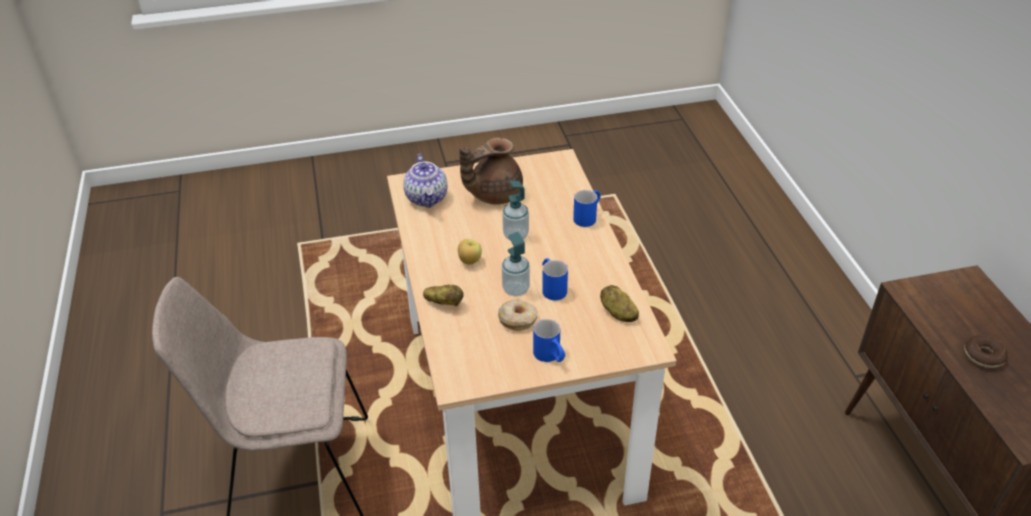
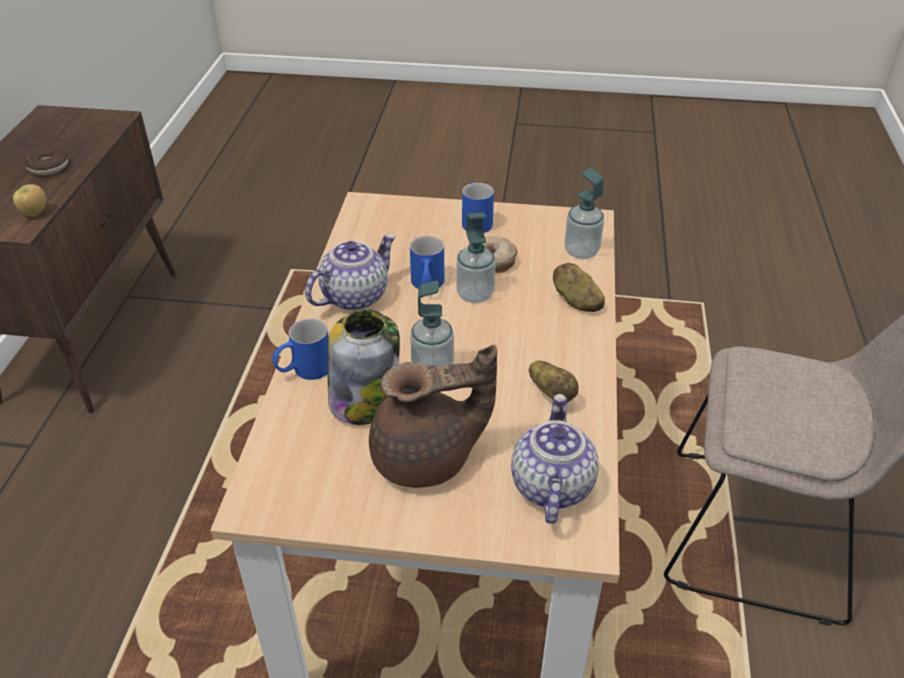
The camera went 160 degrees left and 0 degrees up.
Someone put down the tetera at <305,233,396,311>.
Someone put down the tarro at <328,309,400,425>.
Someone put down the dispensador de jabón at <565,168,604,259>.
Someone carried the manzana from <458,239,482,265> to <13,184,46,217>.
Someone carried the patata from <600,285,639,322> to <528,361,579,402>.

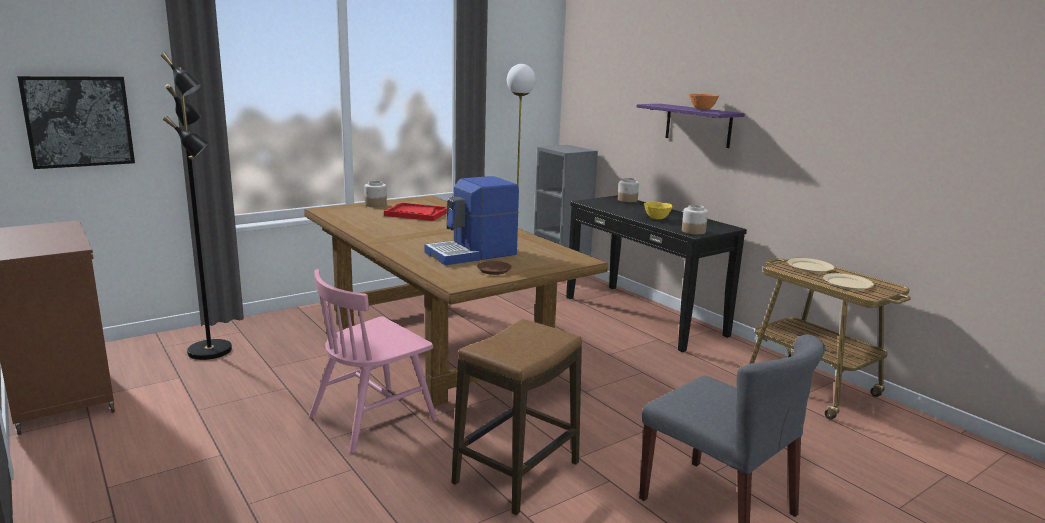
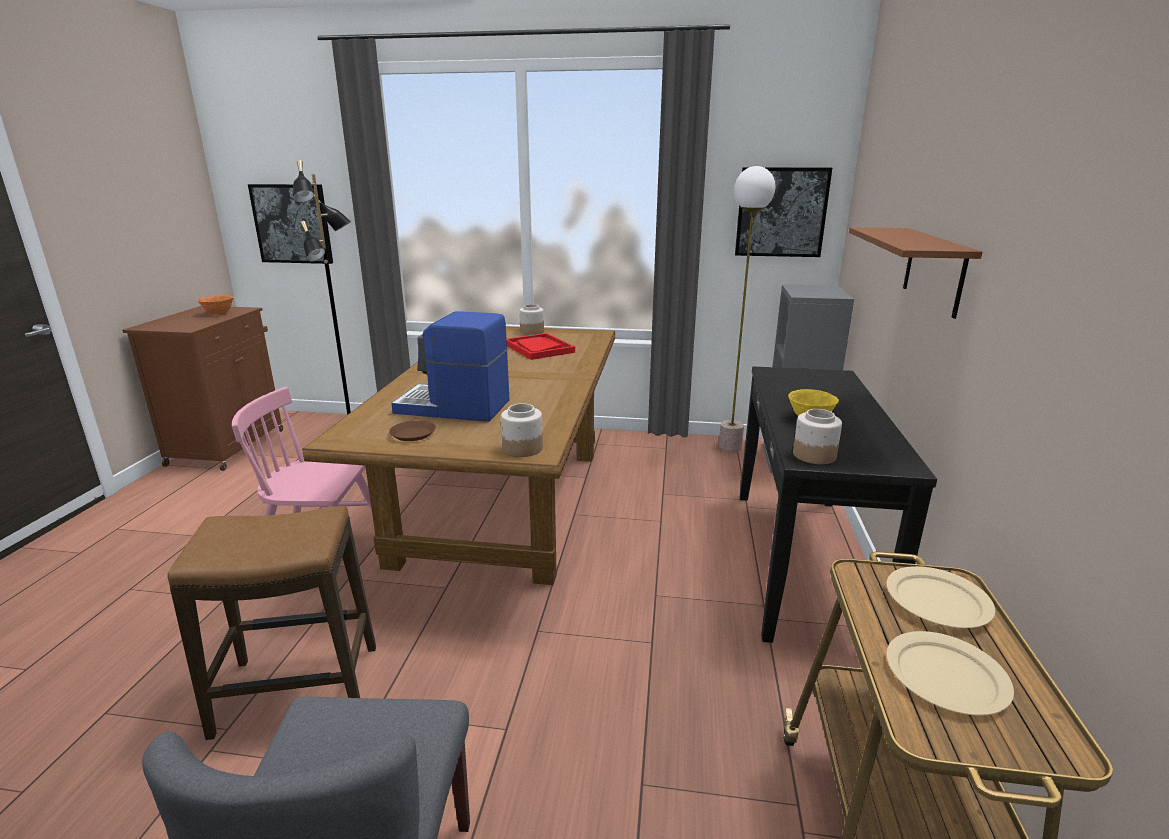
The camera went 45 degrees right and 5 degrees up.
Someone put up the cuadro at <735,167,832,257>.
Someone carried the tarro from <618,178,639,202> to <501,403,543,457>.
Someone carried the cuenco [naranja] from <689,94,719,110> to <197,295,234,315>.
Someone repainted the estante [morado] at <637,104,745,148>, which became the estante [marrón] at <849,227,983,319>.

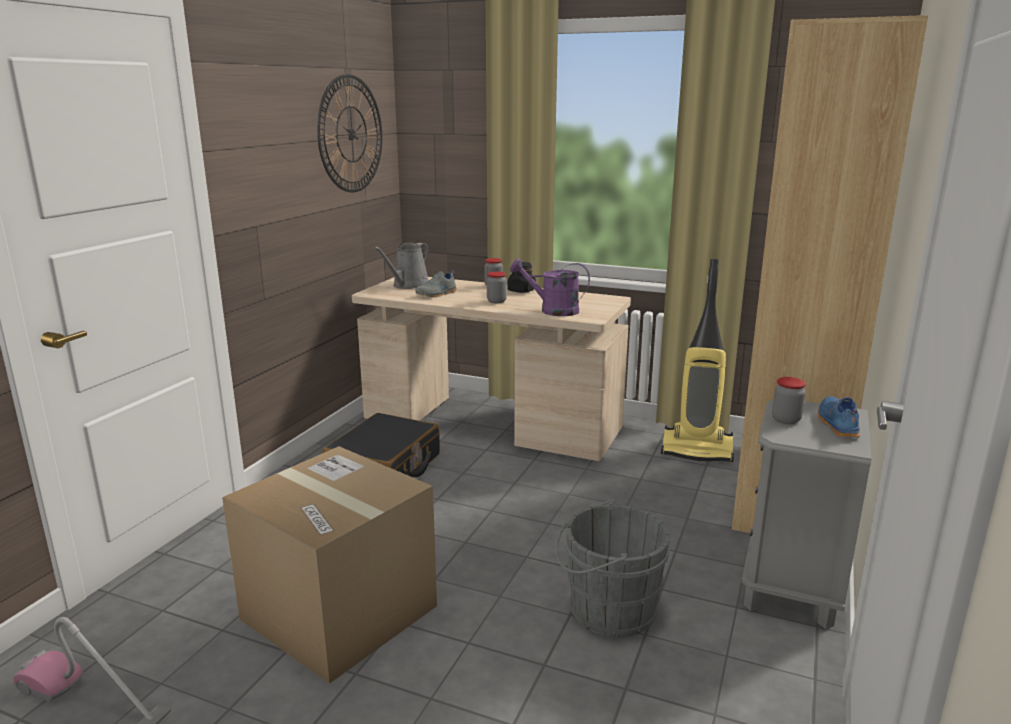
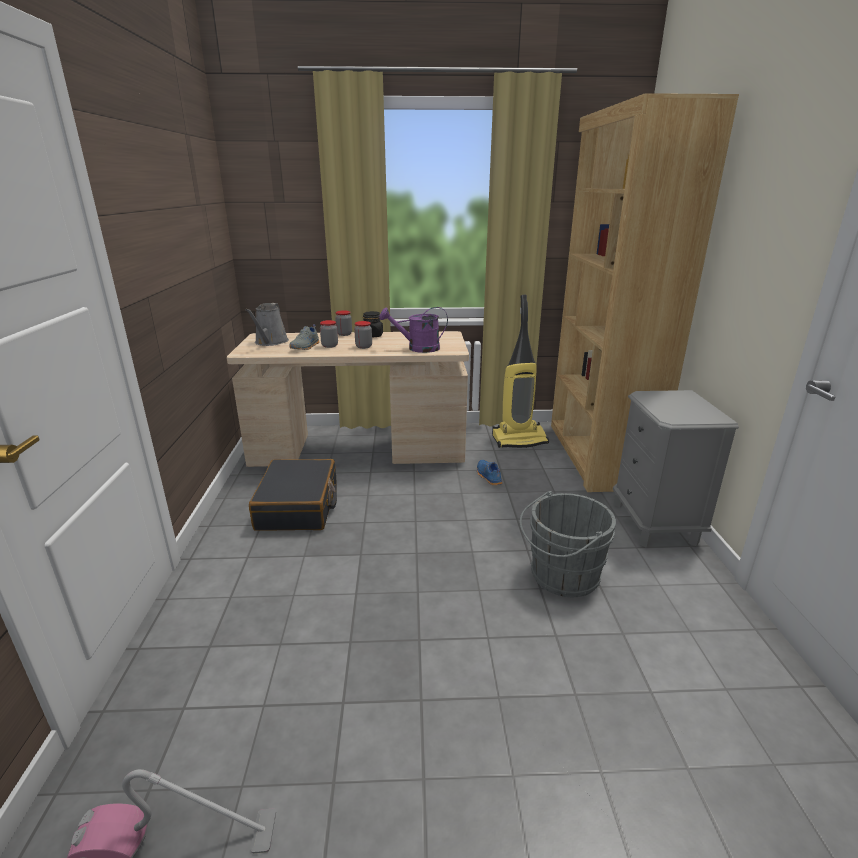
The camera went 25 degrees left and 5 degrees up.
Someone took away the caja de cartón at <222,446,437,684>.
Someone took away the reloj de pared at <317,74,382,192>.
Someone carried the tarro from <772,377,806,424> to <320,320,338,348>.
Someone carried the zapato [azul] from <818,396,860,438> to <477,460,502,485>.

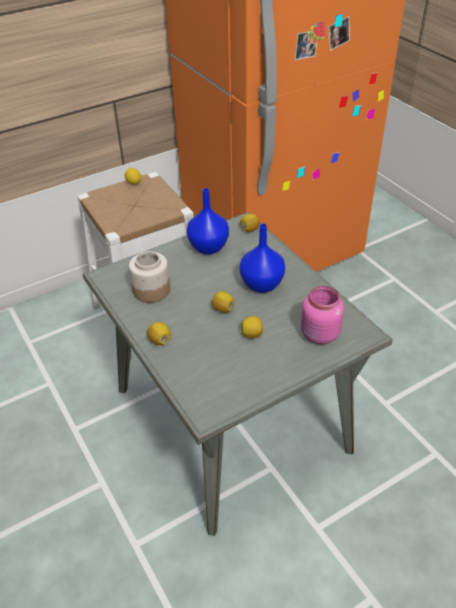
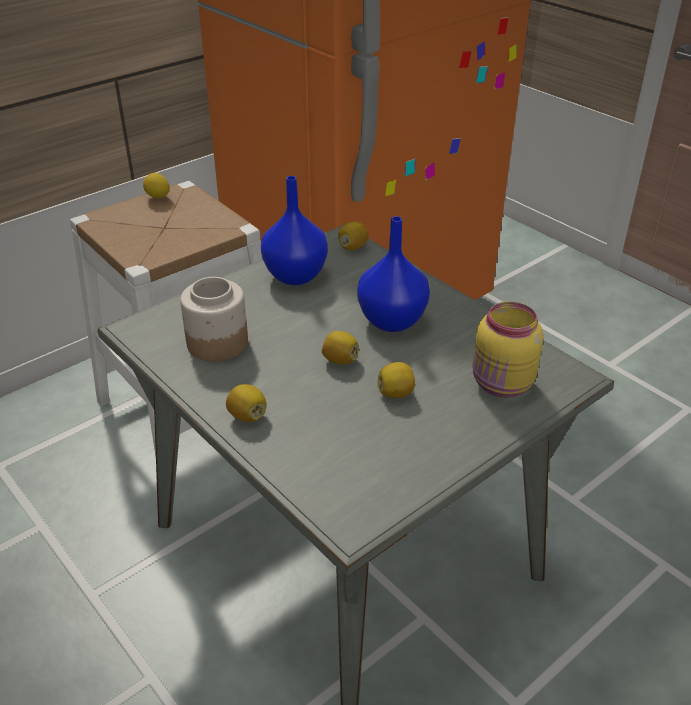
The camera went 10 degrees left and 5 degrees down.
Someone repainted the tarro [rosa] at <301,286,344,345>, which became the tarro [amarillo] at <473,302,544,398>.

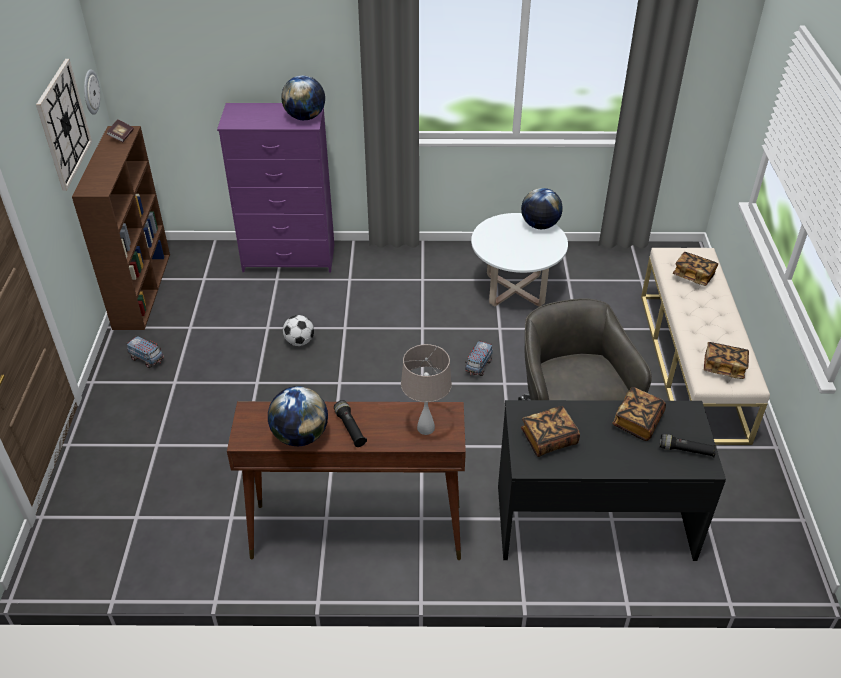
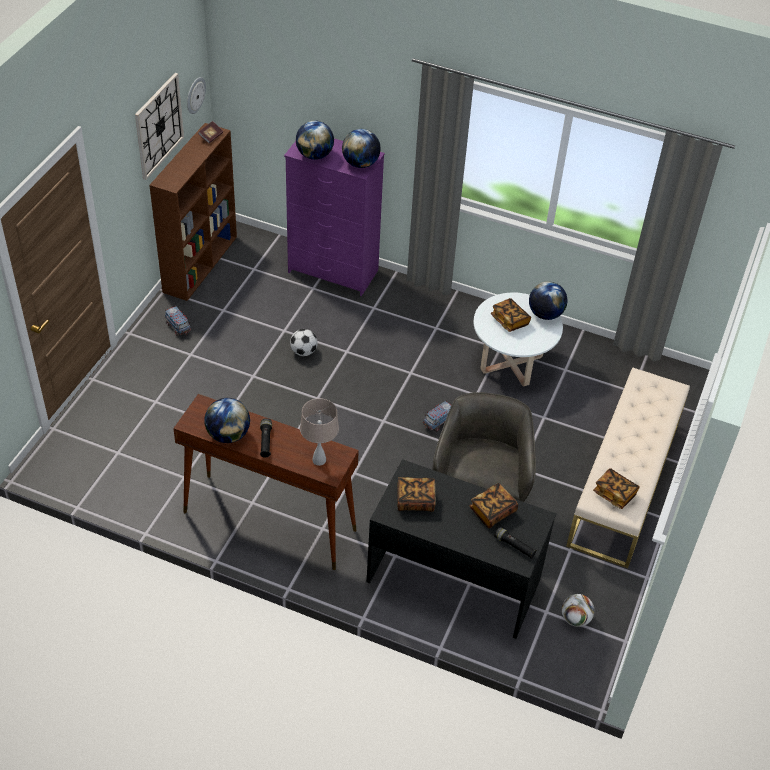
The camera went 20 degrees right and 5 degrees up.
Someone put down the globo terráqueo at <296,121,334,160>.
Someone put down the balón de fútbol at <562,594,594,627>.
Someone carried the libro from <673,252,718,286> to <491,298,531,332>.

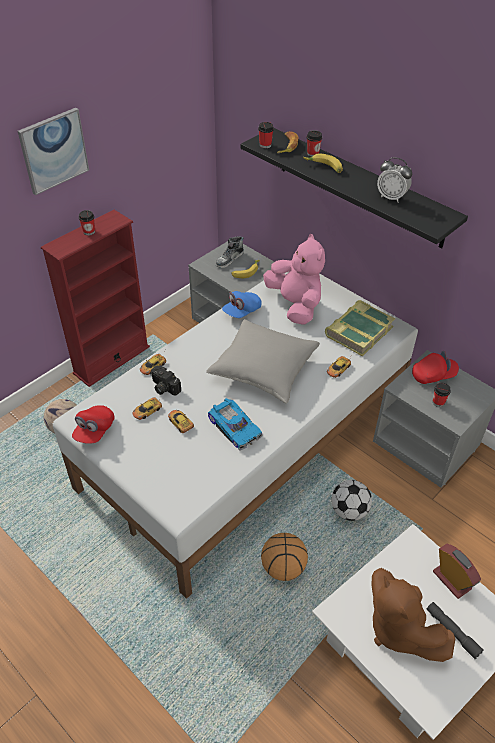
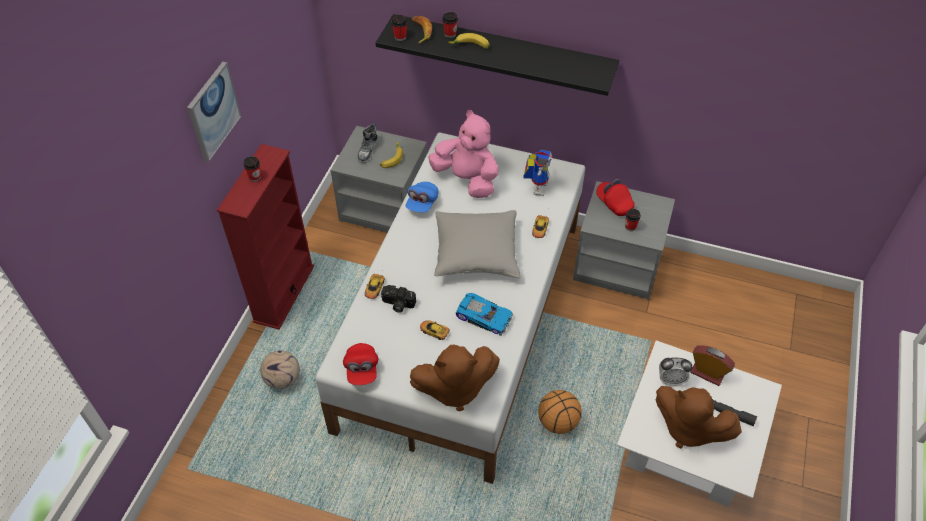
The camera went 25 degrees left and 5 degrees up.
Someone took away the coche de juguete at <133,397,162,420>.
Someone took away the balón de fútbol at <331,480,372,521>.
Someone put down the peluche [marrón] at <410,345,500,411>.
Someone carried the despertador from <377,157,412,202> to <659,357,692,386>.
Someone swapped the libro at <325,300,395,356> for the robot de juguete at <523,150,552,196>.
Someone rotated the gorra [rojo] at <412,351,459,384> by 90 degrees counterclockwise.

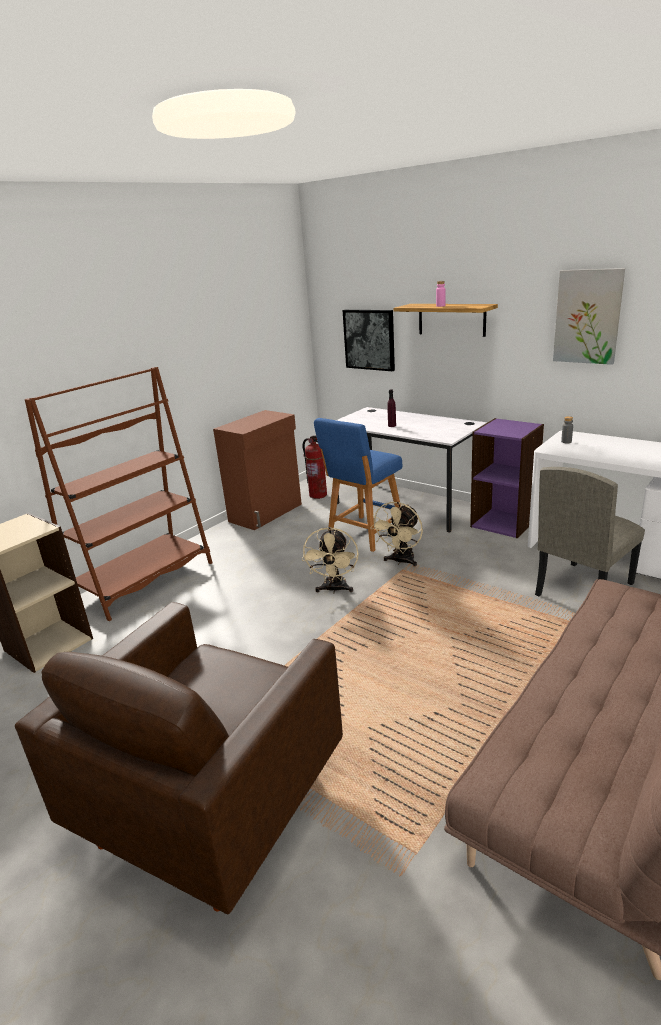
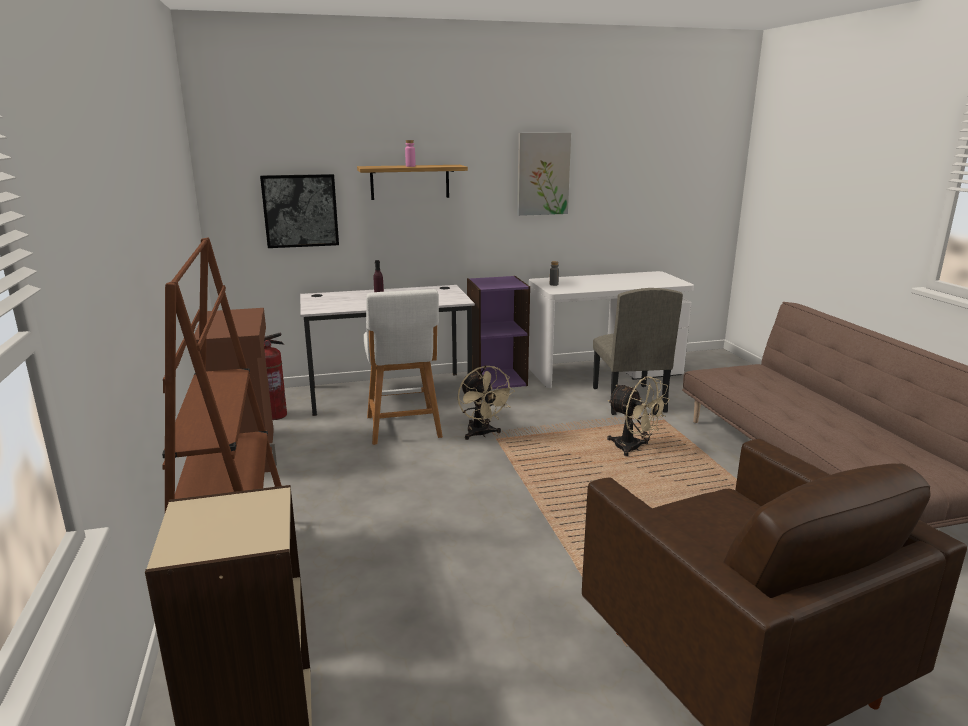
The camera went 55 degrees left and 5 degrees down.
Someone carried the ventilador [beis] from <302,527,359,593> to <607,376,670,456>.
Someone repainted the taburete [azul] at <314,418,402,552>, which became the taburete [blanco] at <364,289,443,445>.

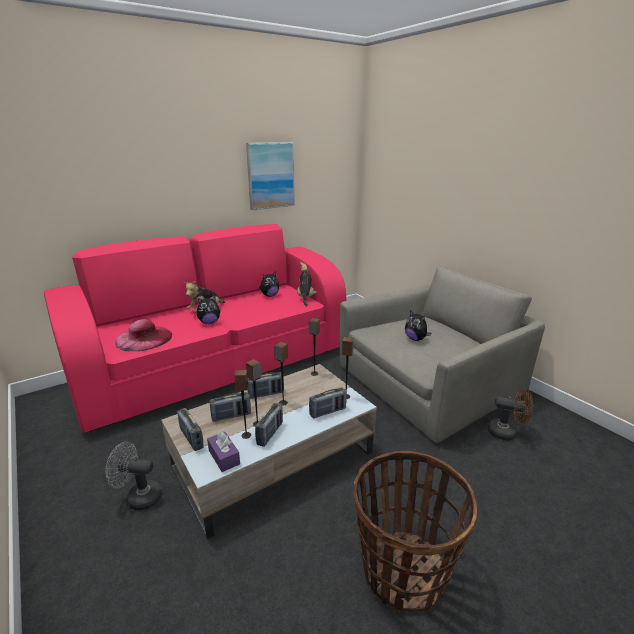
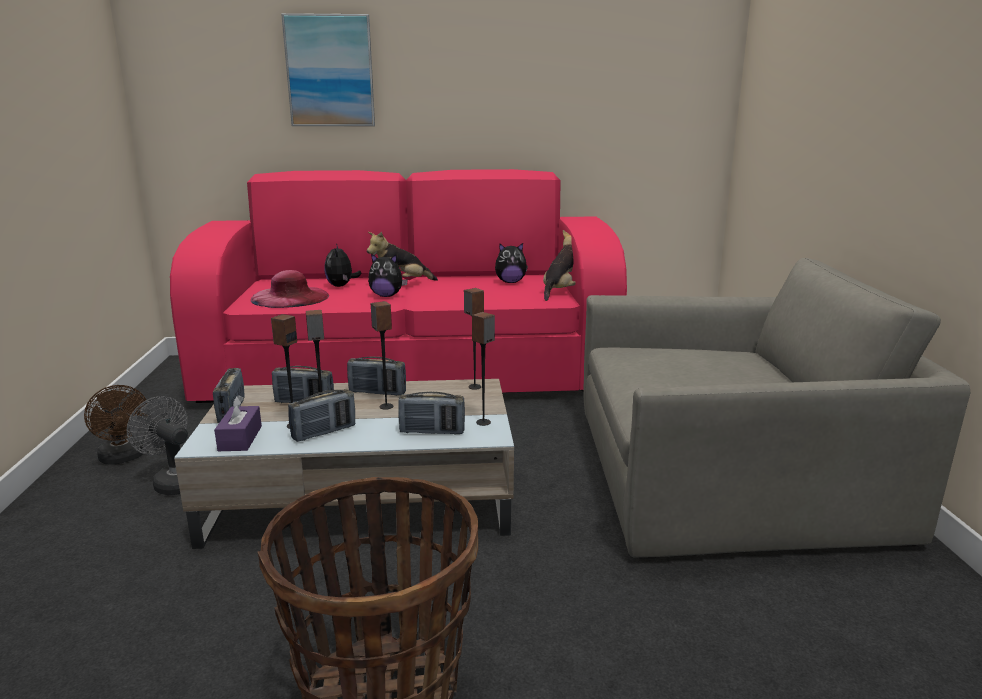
The camera went 30 degrees right and 5 degrees down.
Someone carried the cuadro from <246,142,295,210> to <281,13,375,126>.
Someone carried the peluche from <405,310,431,341> to <324,244,361,287>.
Someone carried the ventilador [marrón] from <488,388,533,440> to <84,385,148,464>.

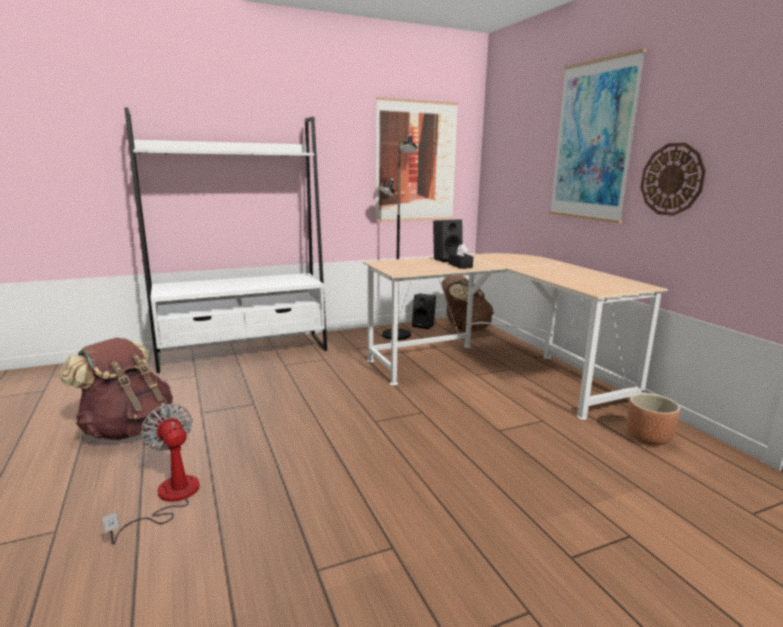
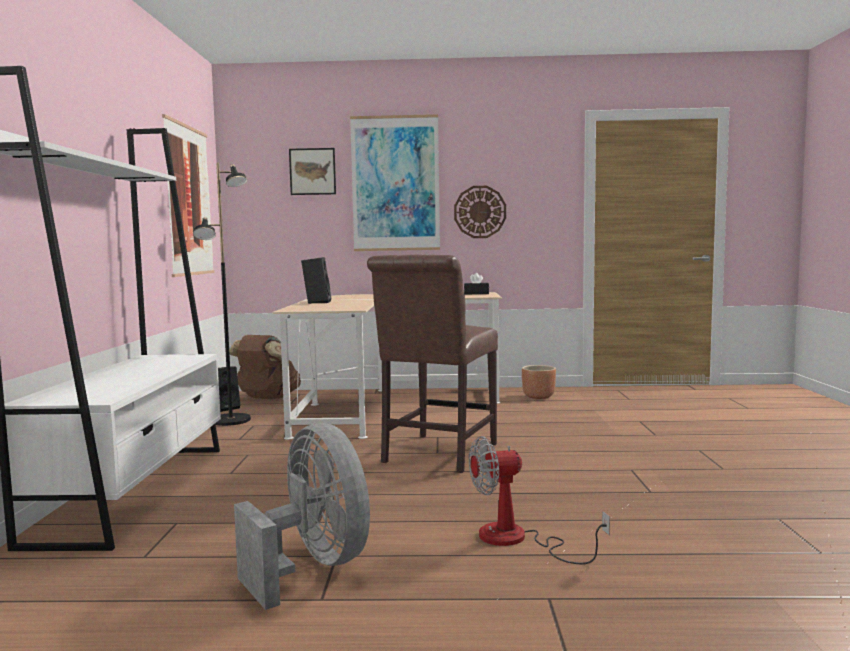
The camera went 65 degrees left and 10 degrees down.
Someone put up the cuadro at <289,148,336,195>.
Someone put down the silla [marrón] at <367,254,498,473>.
Someone carried the caja de pañuelos [negro] from <448,243,473,269> to <464,273,489,294>.
Someone swapped the mochila [marrón] at <59,337,173,440> for the ventilador [gris] at <234,423,370,610>.

